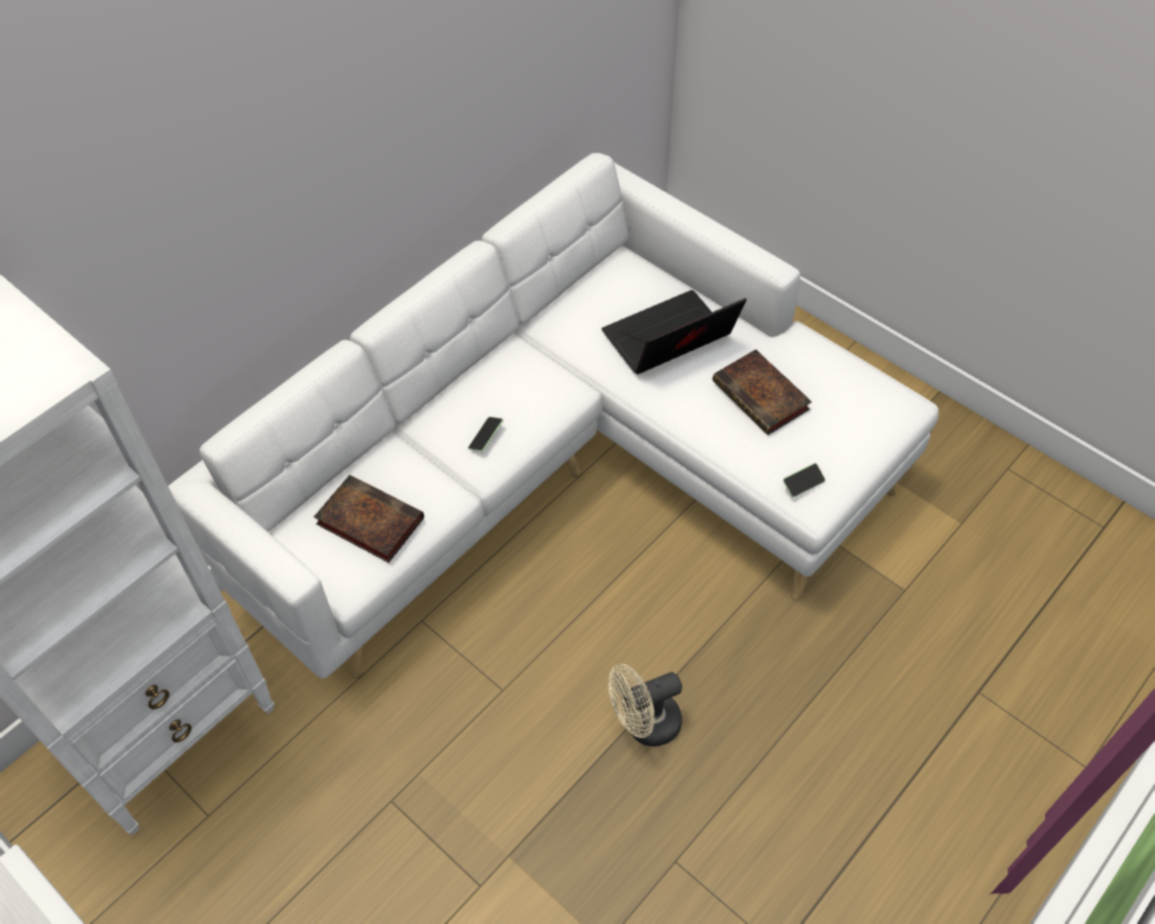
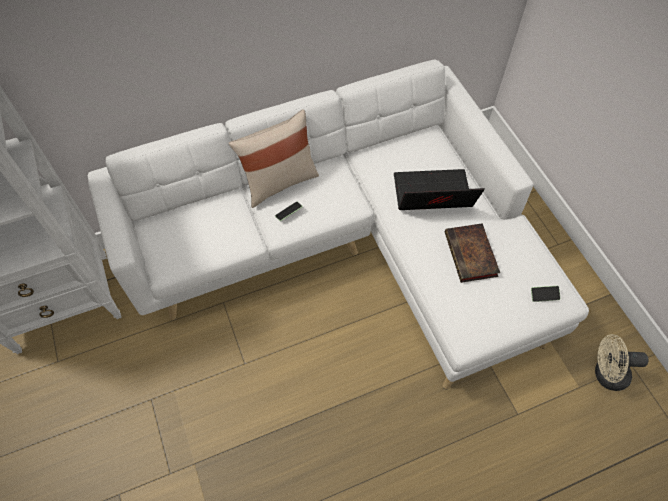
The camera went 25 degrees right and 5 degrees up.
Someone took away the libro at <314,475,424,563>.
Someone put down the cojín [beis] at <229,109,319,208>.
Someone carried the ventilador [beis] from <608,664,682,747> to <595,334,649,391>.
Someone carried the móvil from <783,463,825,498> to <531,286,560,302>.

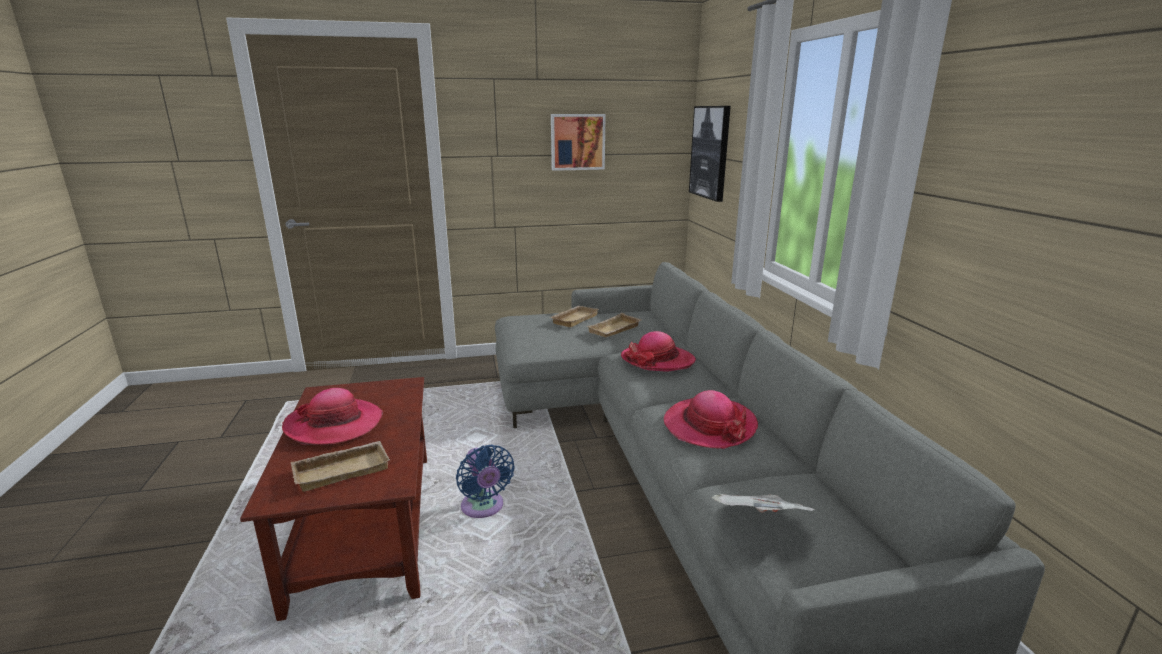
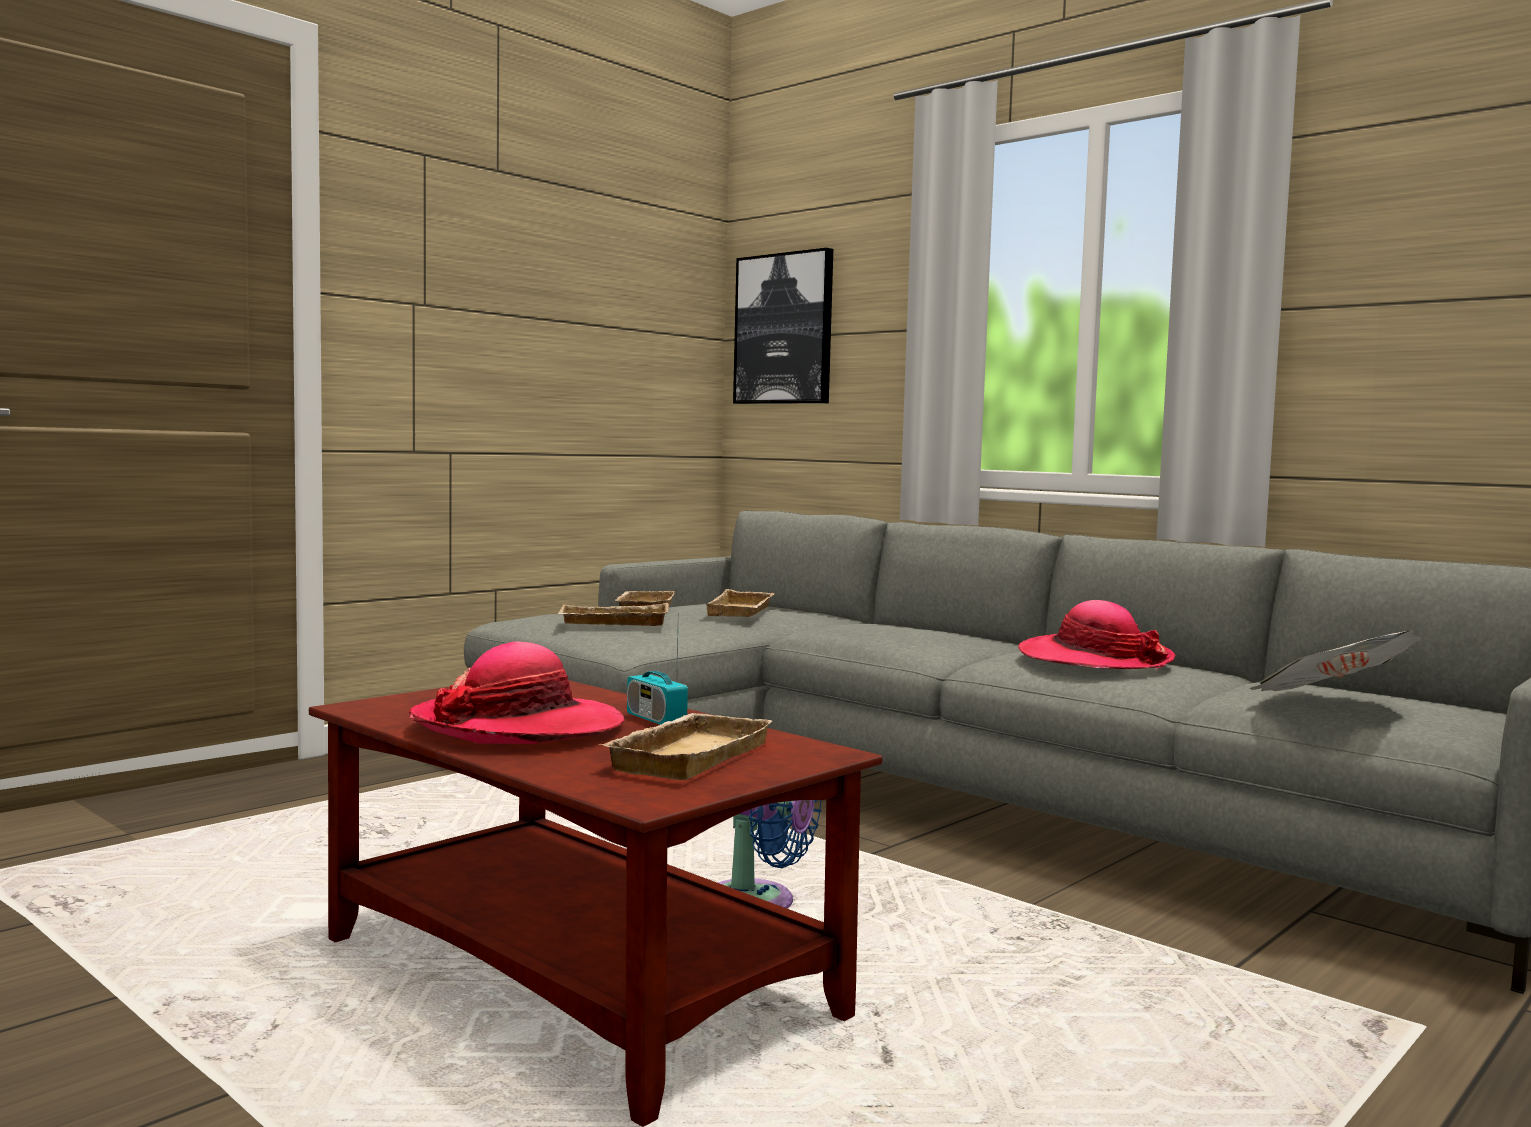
The camera went 35 degrees left and 15 degrees down.
Someone took away the cuadro at <551,114,605,171>.
Someone took away the sombrero at <621,331,696,372>.
Someone put down the bandeja [beis] at <558,603,669,626>.
Someone put down the radio at <627,636,688,724>.

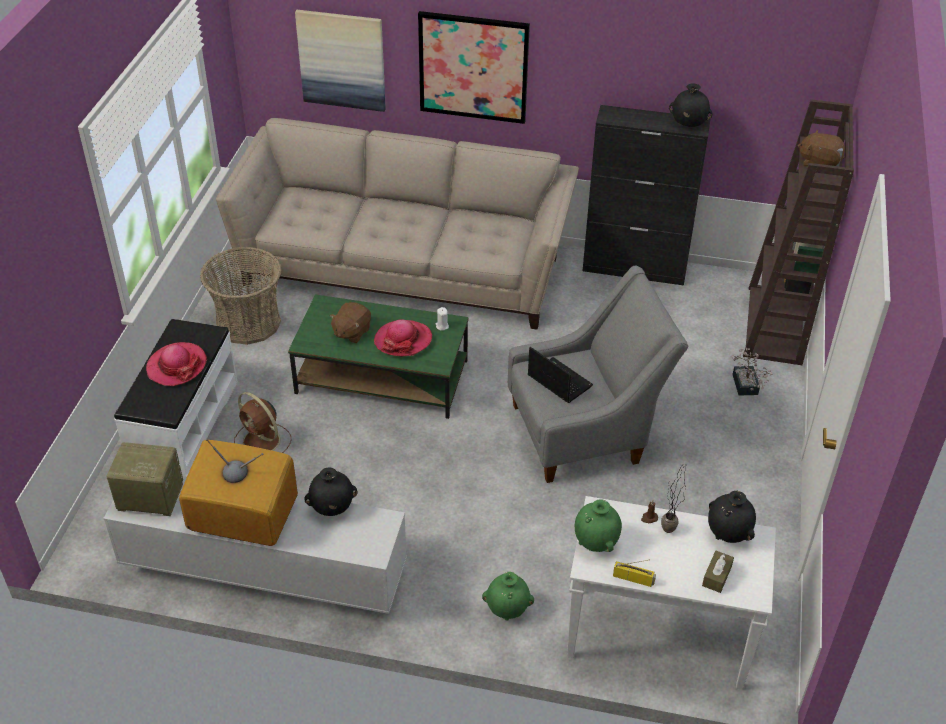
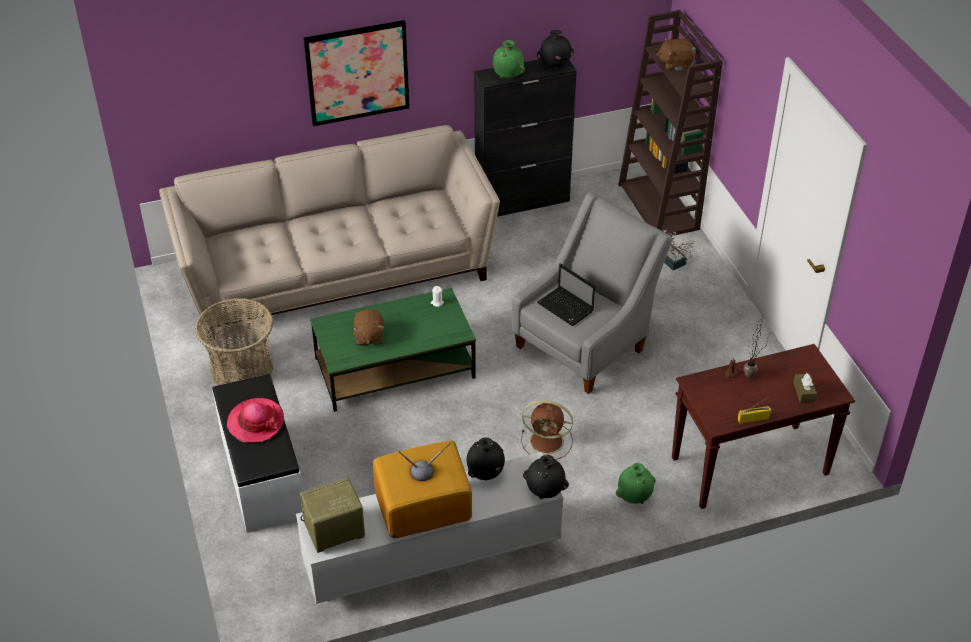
The camera went 30 degrees left and 0 degrees up.
Someone took away the cuadro at <295,10,386,112>.
Someone took away the sombrero at <374,319,432,356>.
Someone carried the ventilador [marrón] from <234,392,291,453> to <521,400,573,460>.
Someone carried the florero [verde] from <575,499,622,552> to <492,40,525,78>.
Someone carried the florero [negro] from <708,491,756,543> to <523,455,569,499>.
Someone repainted the mesa consola [blanco] at <567,496,776,690>, which became the mesa consola [marrón] at <672,344,855,509>.
Someone rotated the portátil at <528,347,593,403> by 150 degrees counterclockwise.

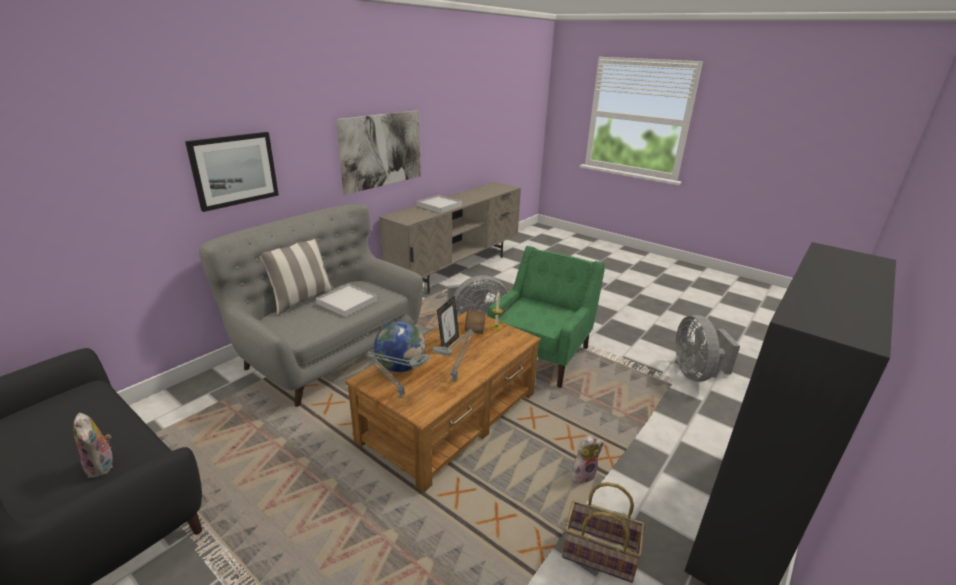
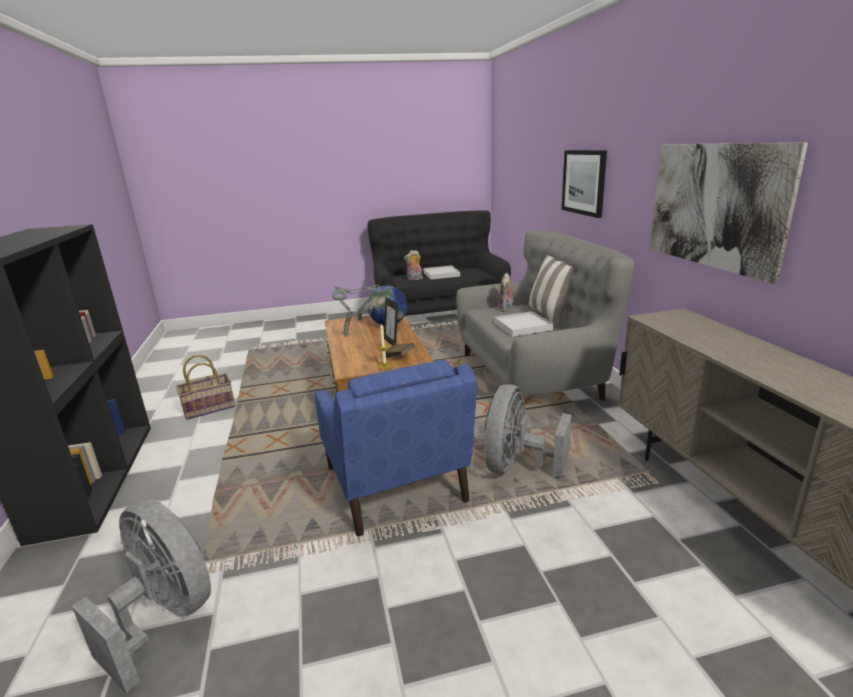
The camera went 130 degrees right and 5 degrees down.
Someone carried the bandeja [blanco] from <416,195,462,213> to <423,265,460,280>.
Someone carried the peluche from <571,436,604,483> to <498,273,515,312>.
Someone repainted the sillón [verde] at <487,246,605,387>, which became the sillón [azul] at <315,360,478,536>.

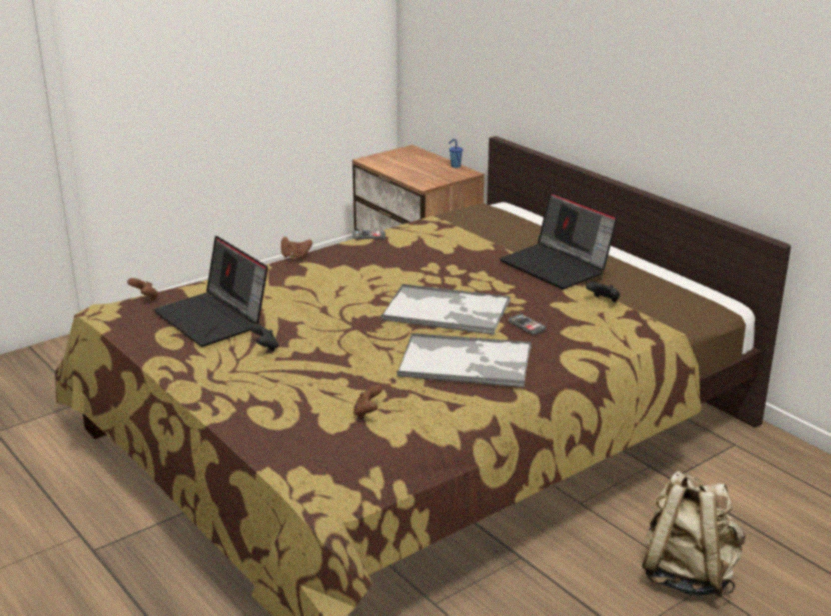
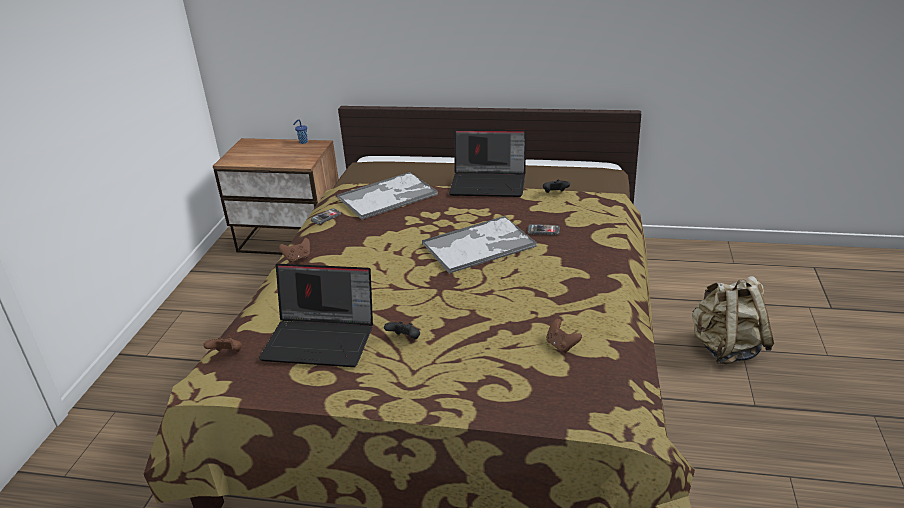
The camera went 40 degrees left and 5 degrees up.
Someone carried the bandeja from <397,333,532,387> to <337,172,438,220>.

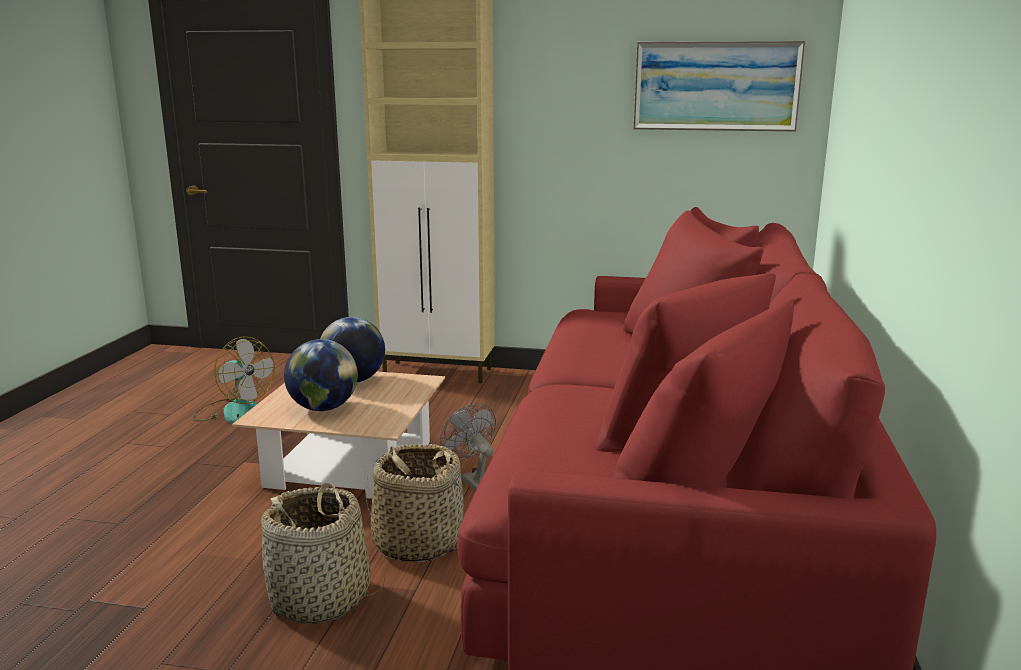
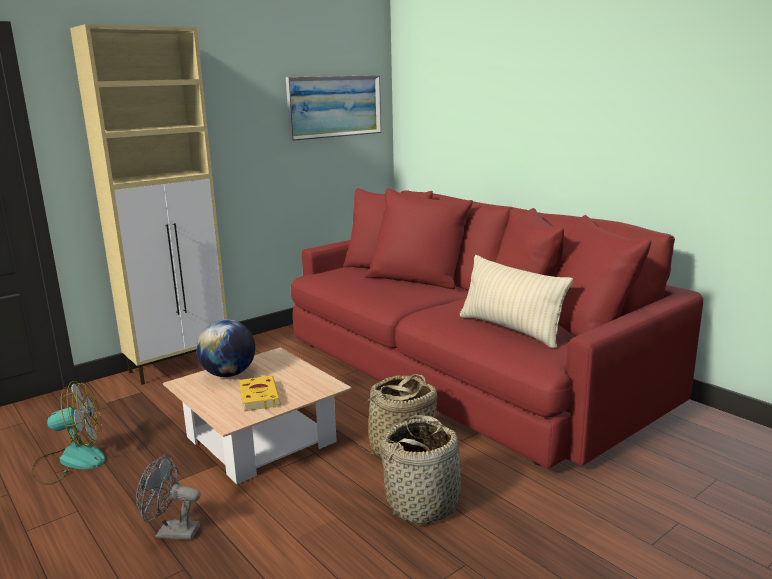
The camera went 50 degrees left and 0 degrees up.
Someone put down the cojín [beis] at <460,255,573,348>.
Someone carried the ventilador [gris] from <440,403,496,491> to <136,454,201,540>.
Someone swapped the globo terráqueo at <284,339,358,411> for the libro [amarillo] at <239,376,281,411>.

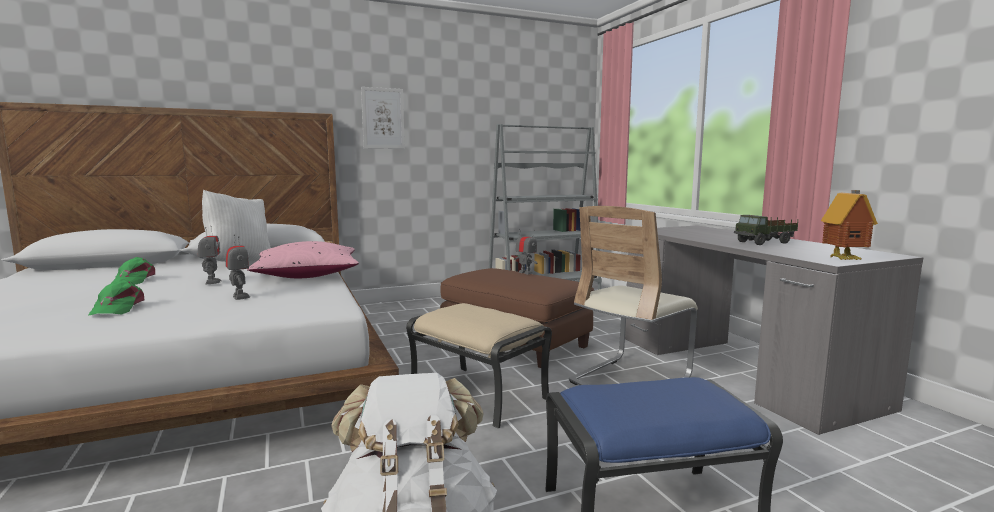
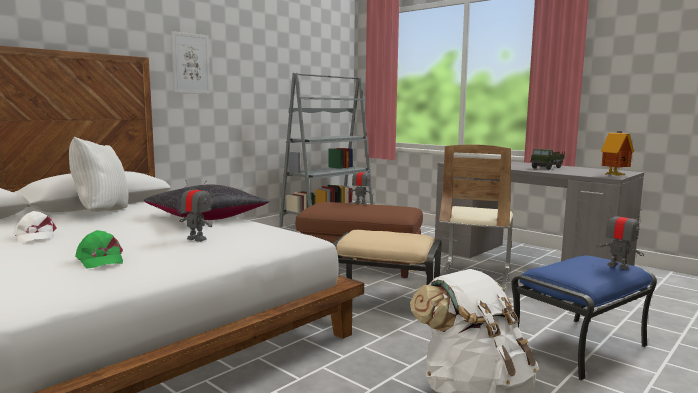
The camera went 25 degrees left and 0 degrees up.
Someone carried the robot de juguete from <198,226,221,284> to <596,206,644,270>.
Someone repainted the gorra [verde] at <112,257,155,285>, which became the gorra [blanco] at <13,211,57,243>.
Someone repainted the cojín [rosa] at <247,241,359,278>, which became the cojín [negro] at <144,184,269,220>.

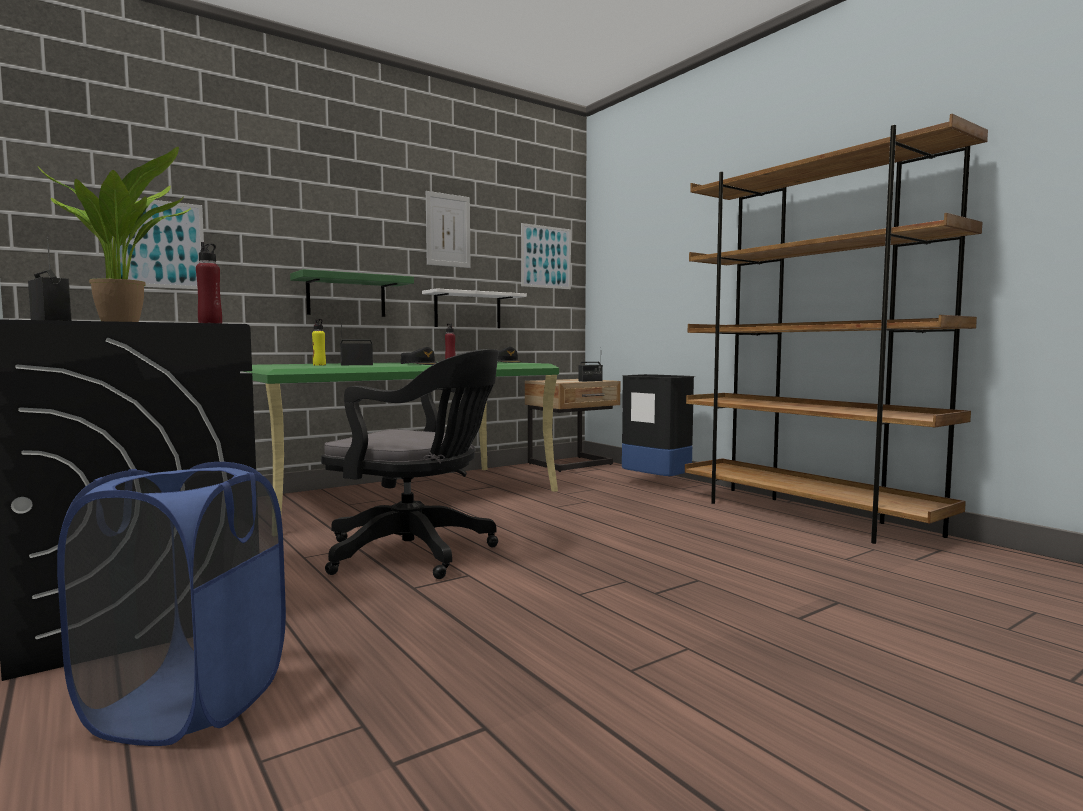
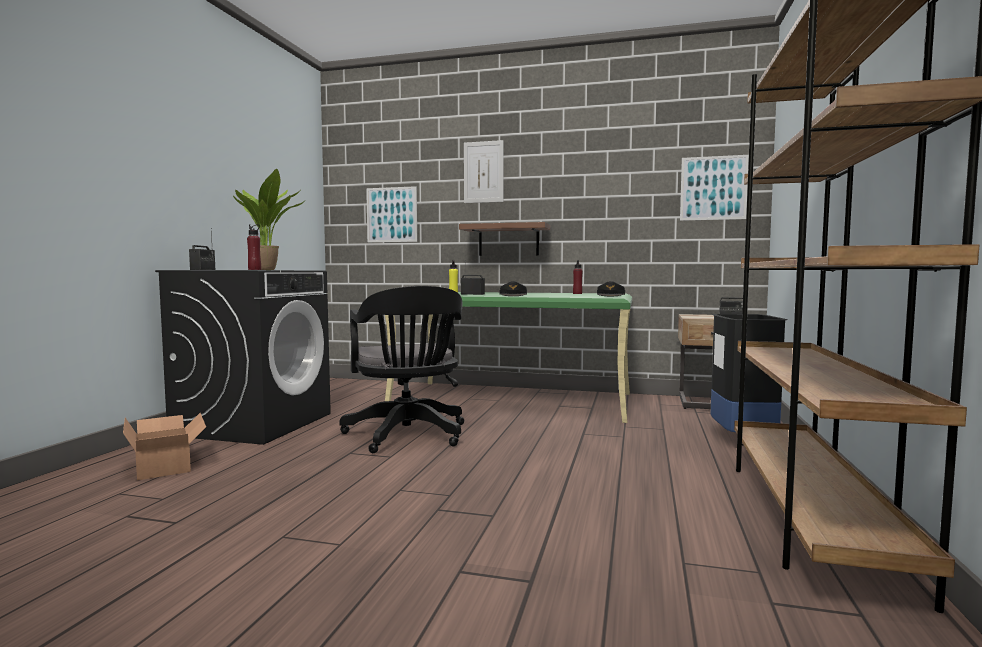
The camera went 50 degrees right and 0 degrees up.
Someone took away the estante [blanco] at <422,288,527,328>.
Someone carried the cuadro from <426,191,471,268> to <464,140,504,203>.
Someone swapped the cesto de la ropa [azul] at <57,462,286,746> for the caja de cartón at <123,413,206,480>.
Someone repainted the estante [verde] at <290,269,414,317>, which became the estante [marrón] at <459,222,550,256>.

